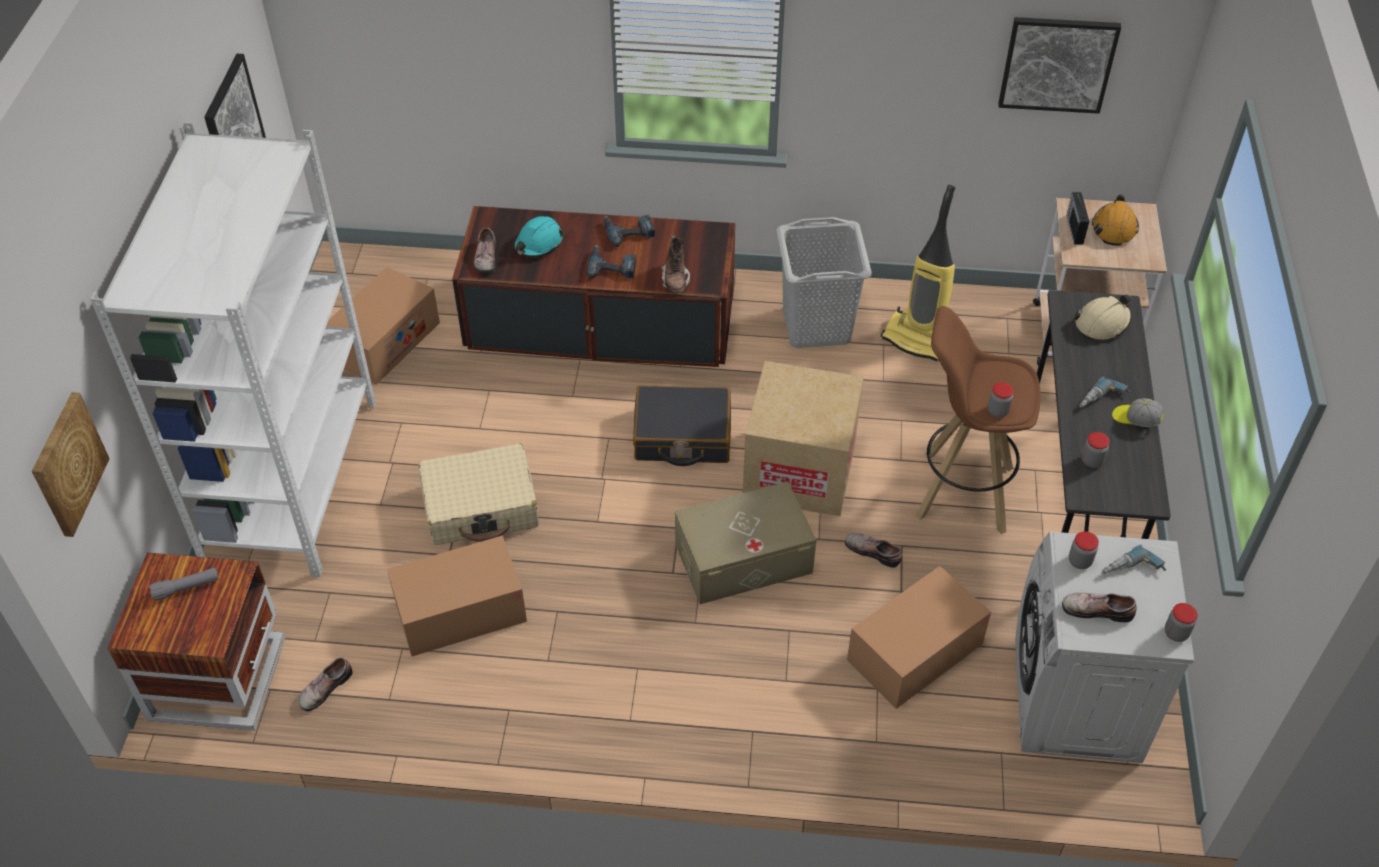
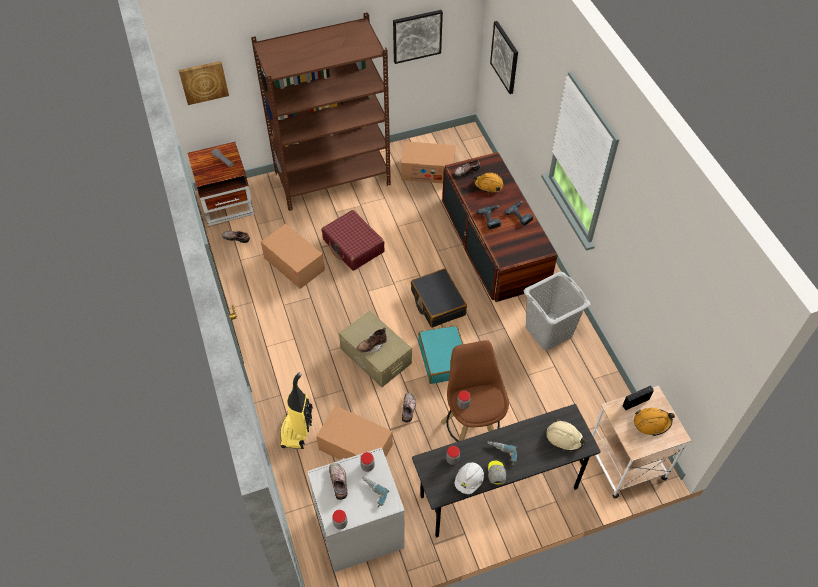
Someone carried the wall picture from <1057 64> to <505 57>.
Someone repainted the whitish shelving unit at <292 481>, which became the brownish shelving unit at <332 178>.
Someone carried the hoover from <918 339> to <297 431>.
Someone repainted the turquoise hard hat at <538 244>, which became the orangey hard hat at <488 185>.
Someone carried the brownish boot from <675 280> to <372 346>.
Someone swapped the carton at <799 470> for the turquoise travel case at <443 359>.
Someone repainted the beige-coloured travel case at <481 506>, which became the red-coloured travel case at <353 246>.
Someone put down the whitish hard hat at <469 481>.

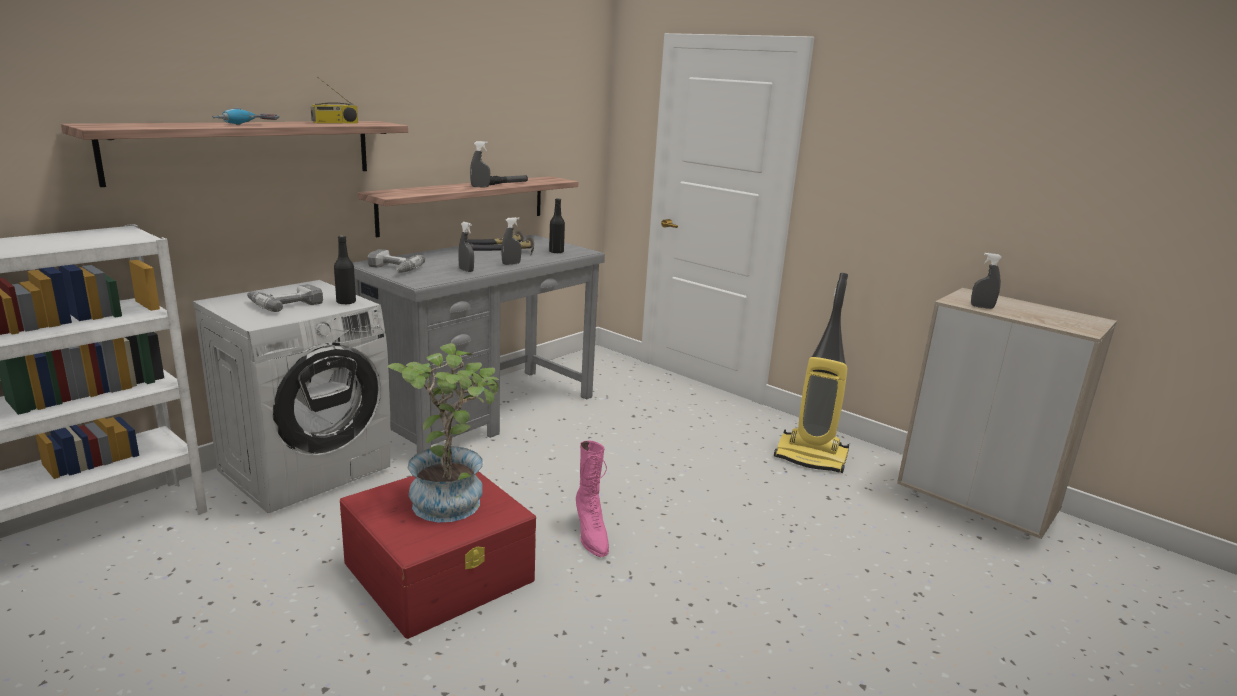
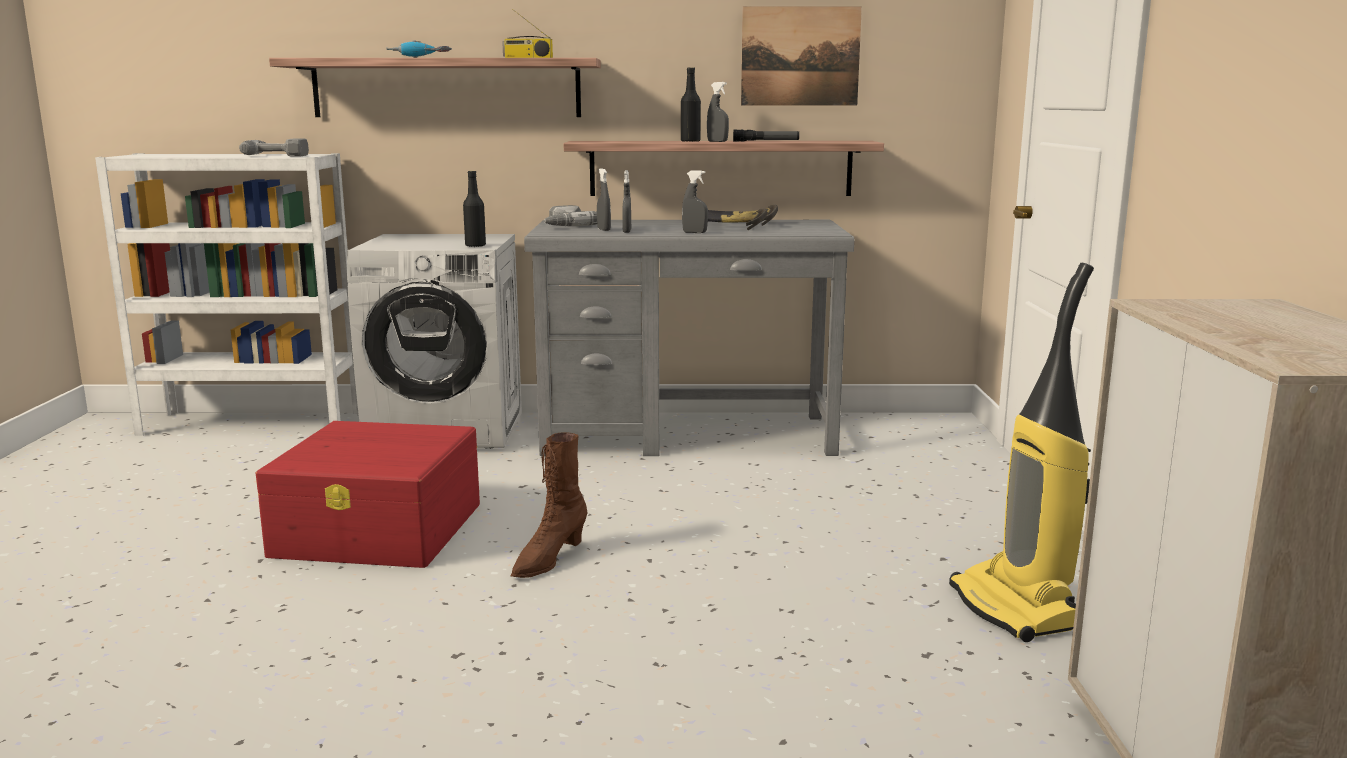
Someone carried the black beverage bottle from <556 252> to <690 141>.
Someone carried the greyish hand sprayer from <982 307> to <603 229>.
Someone carried the power drill from <284 303> to <278 155>.
Someone took away the plant in a pot at <451 498>.
Someone repainted the pink boot at <591 535>, which became the brownish boot at <549 560>.
Someone put up the wall picture at <800 56>.

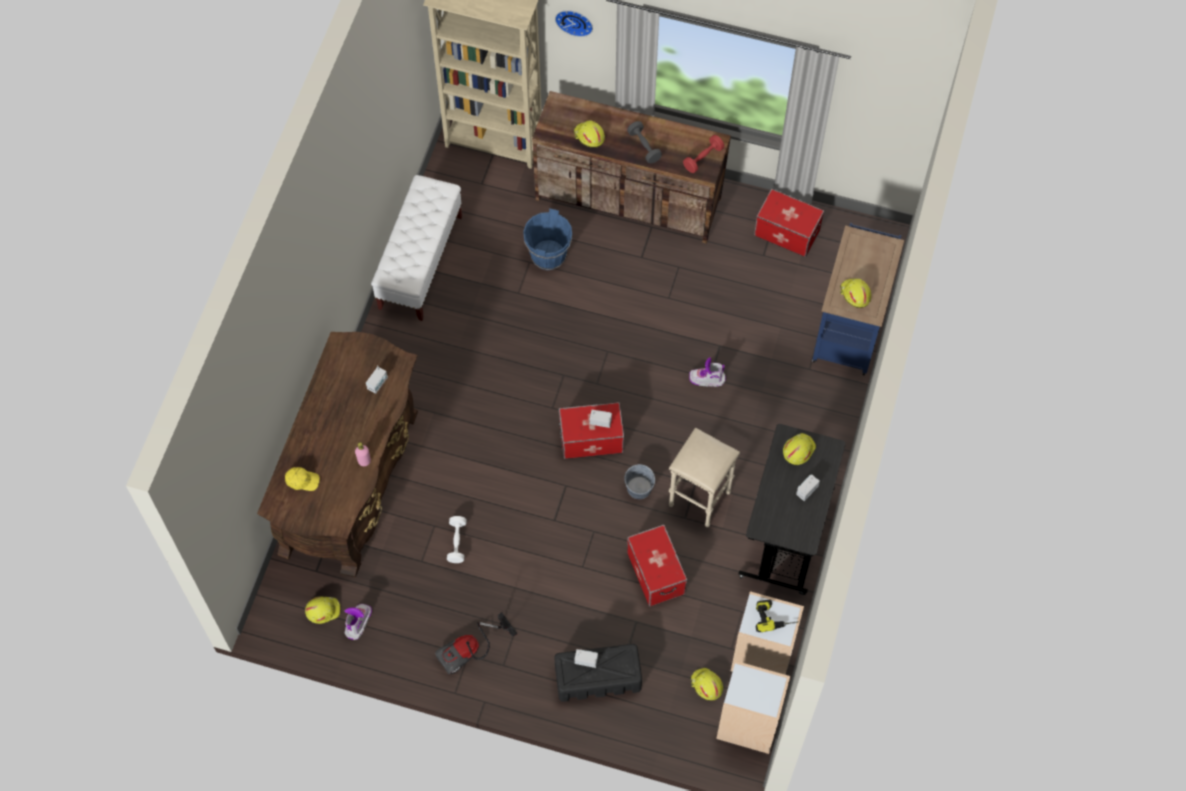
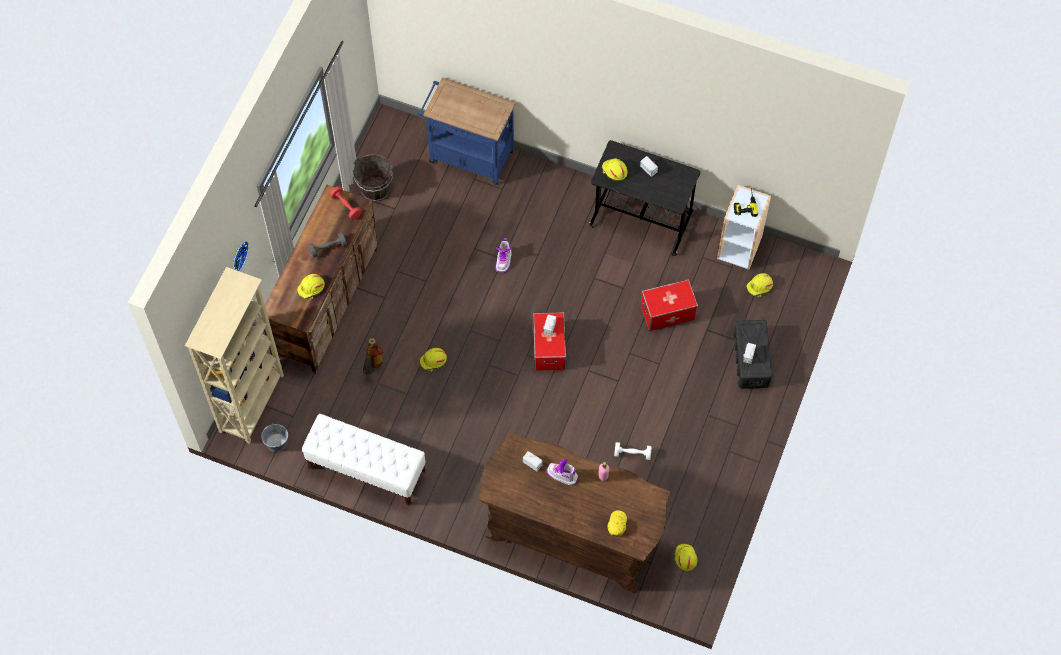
Someone swapped the storage bin at <787 232> for the brownish bucket at <375 189>.
Someone swapped the bluish bucket at <548 256> for the extinguisher at <373 367>.
Someone carried the yellowish hard hat from <855 294> to <433 361>.
Someone took away the beige-coloured stool at <699 497>.
Someone carried the greyish bucket from <639 488> to <276 443>.
Someone carried the boot from <358 623> to <562 475>.
Someone took away the hoover at <471 652>.
Someone took away the shelving unit at <749 725>.

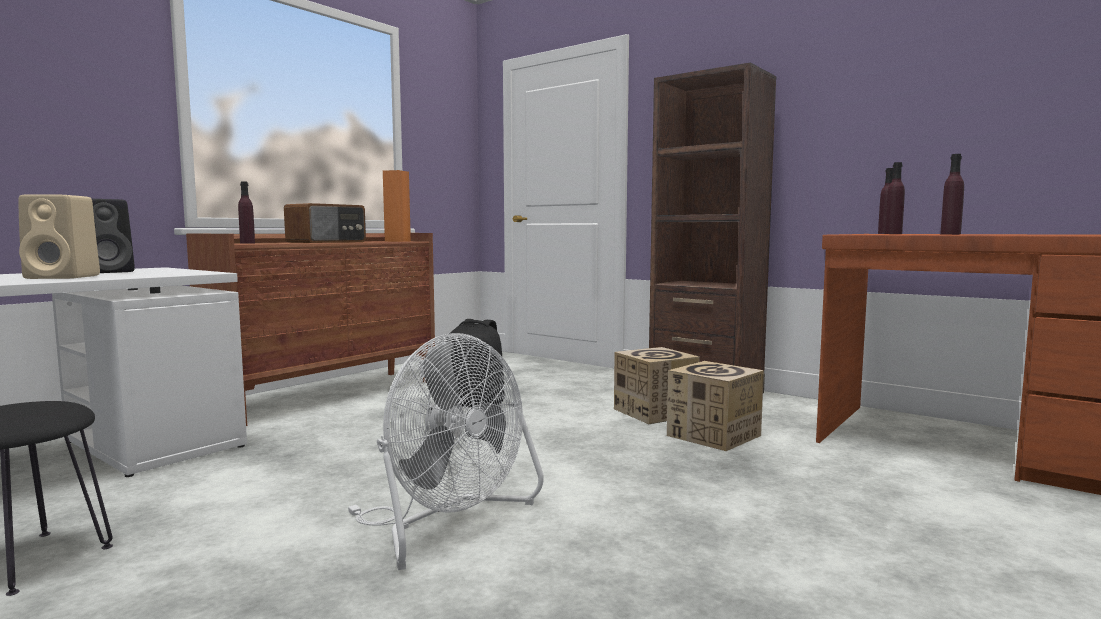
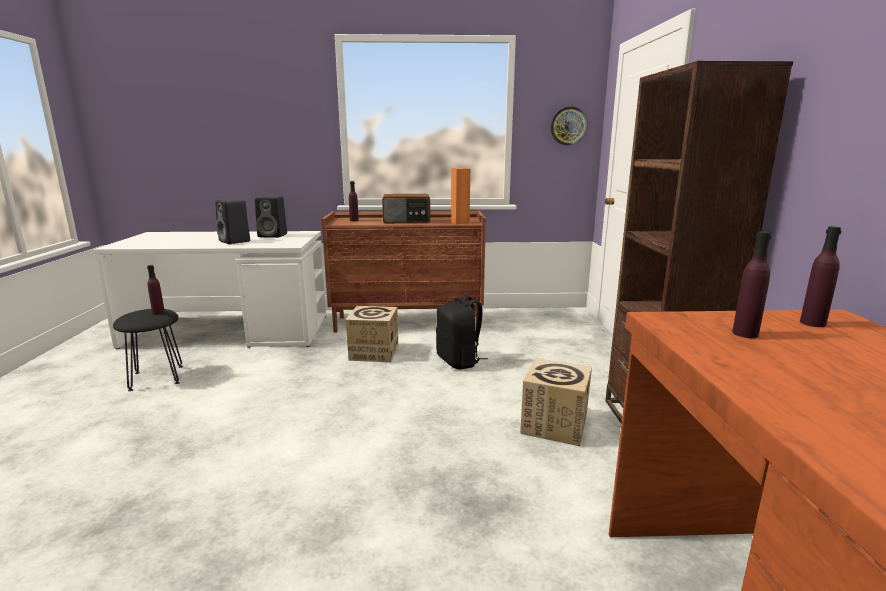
Someone carried the purple-coloured beverage bottle from <950 234> to <158 313>.
Someone repainted the beige-coloured loudspeaker at <65 277>, which became the black loudspeaker at <235 241>.
Someone took away the whitish electric fan at <442 524>.
Someone carried the carton from <713 435> to <374 352>.
Someone put up the wall clock at <568 126>.

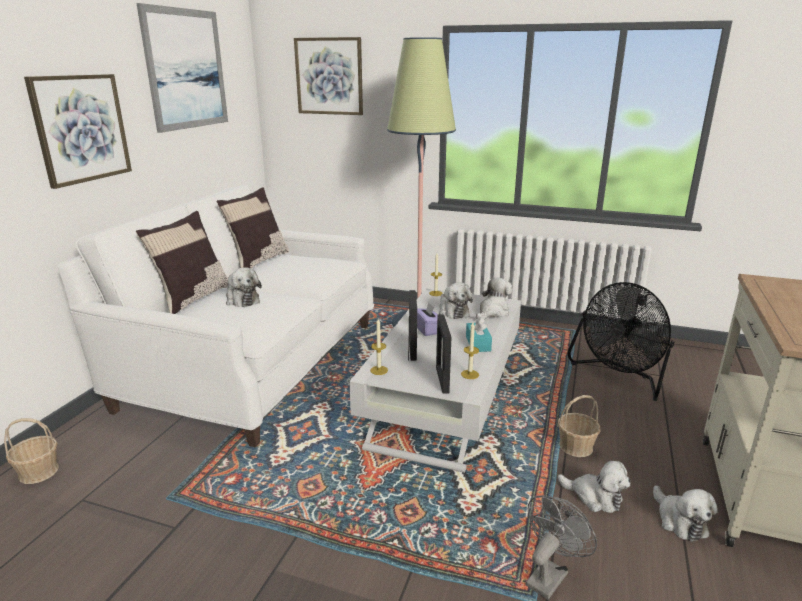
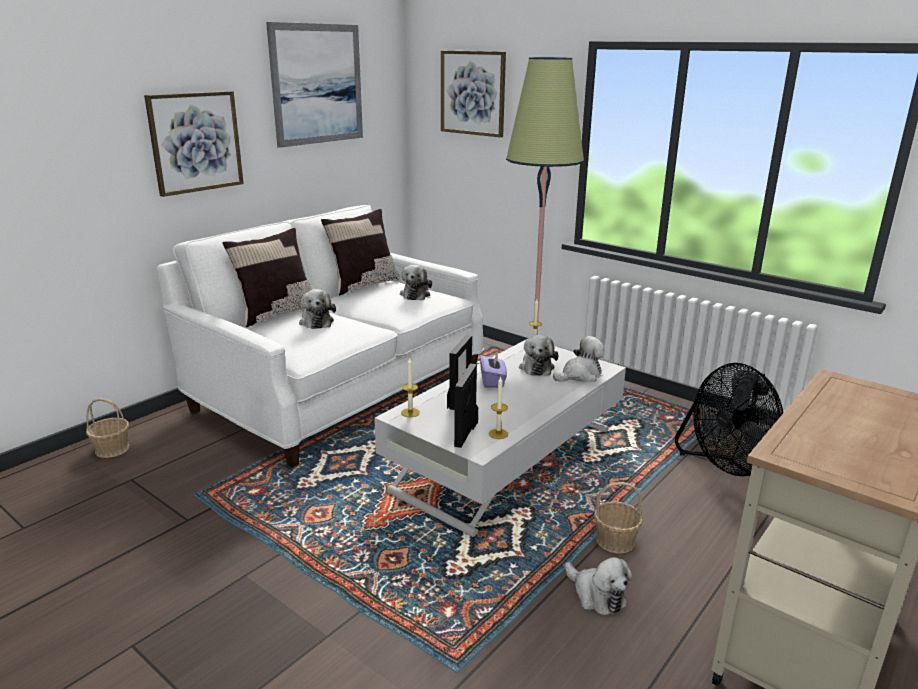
Someone took away the turquoise tissue box at <478 343>.
Someone carried the cuddly toy from <679 521> to <415 294>.
Someone took away the greyish electric fan at <549 575>.

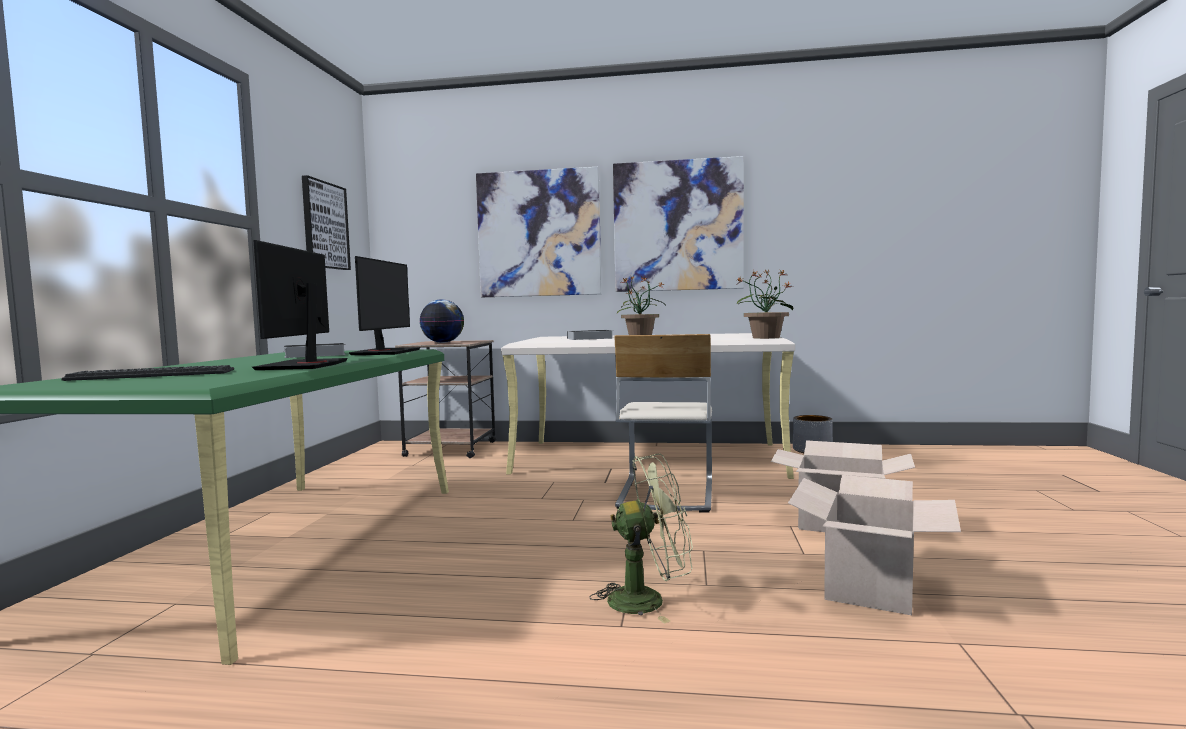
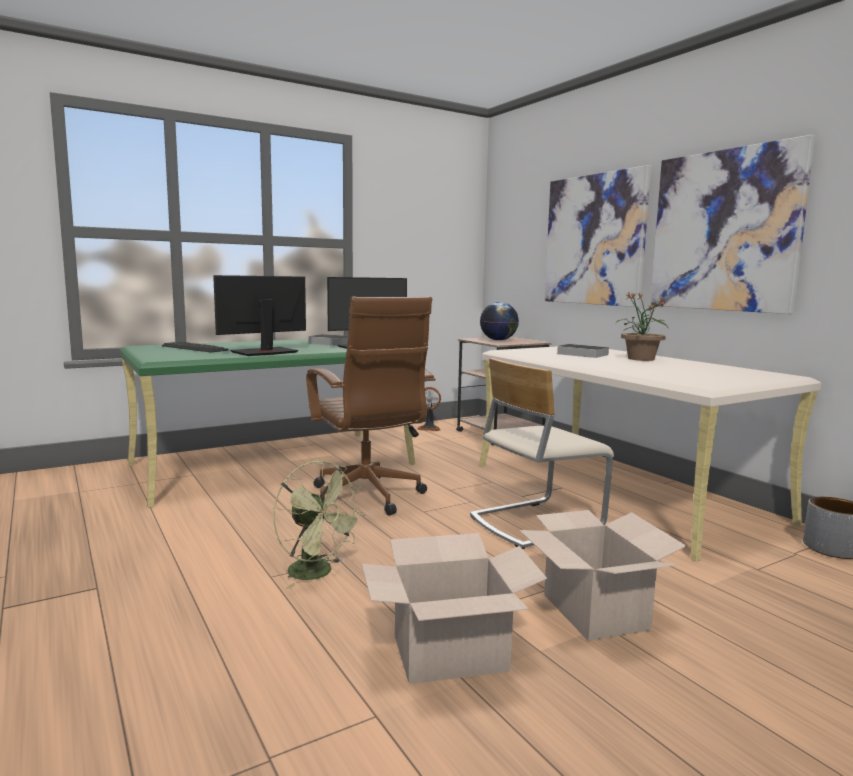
Someone took away the wall picture at <324 225>.
Someone took away the plant in a pot at <765 337>.
Someone put down the brownish computer chair at <368 498>.
Someone put down the electric fan at <429 428>.

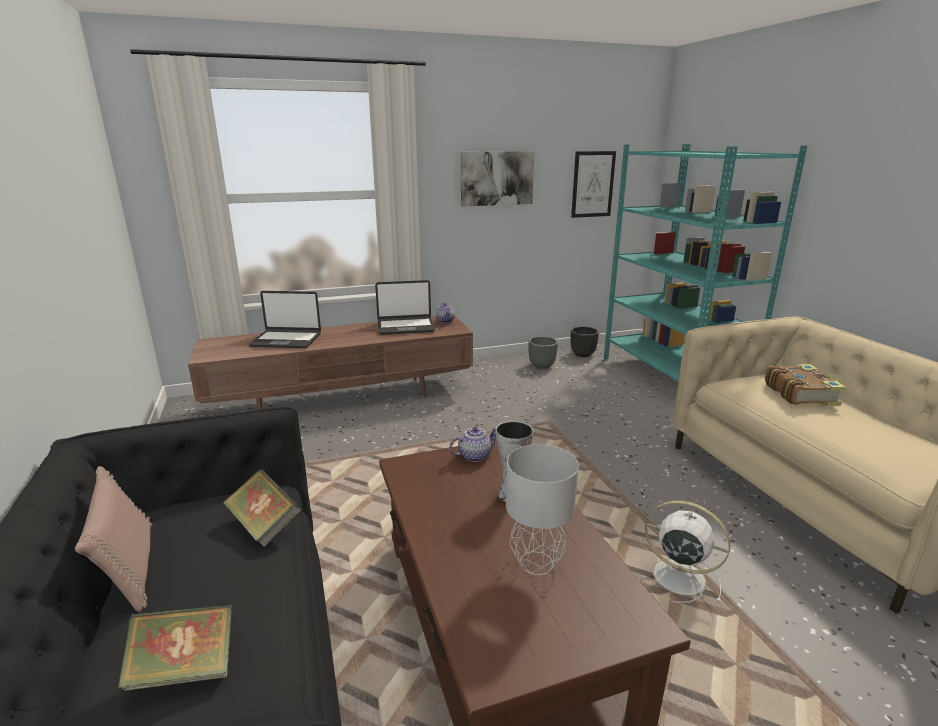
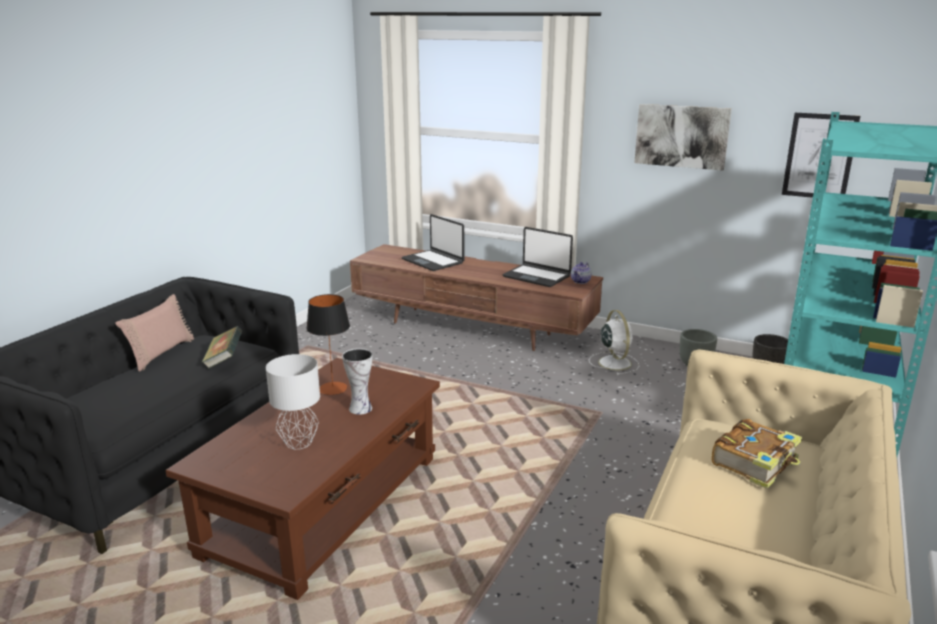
Someone took away the pot for tea at <474 455>.
Someone carried the whitish electric fan from <676 576> to <614 362>.
Someone took away the bound book at <185 669>.
Someone put down the table lamp at <333 388>.

